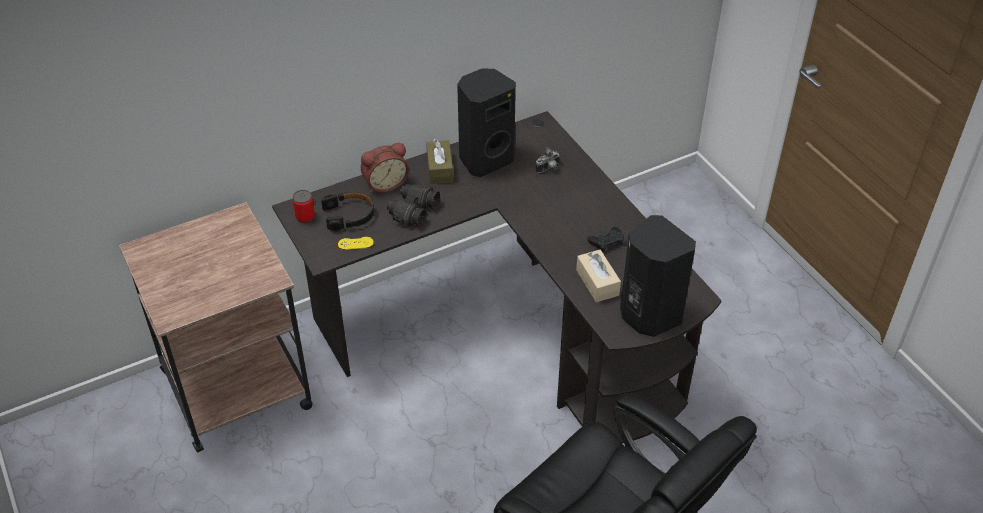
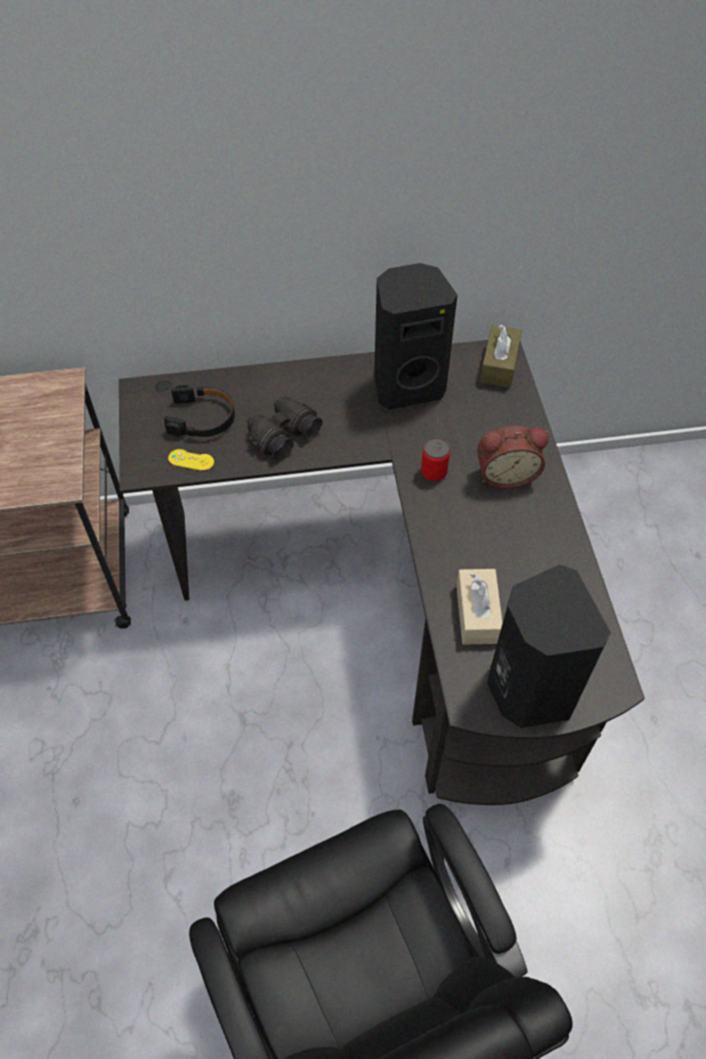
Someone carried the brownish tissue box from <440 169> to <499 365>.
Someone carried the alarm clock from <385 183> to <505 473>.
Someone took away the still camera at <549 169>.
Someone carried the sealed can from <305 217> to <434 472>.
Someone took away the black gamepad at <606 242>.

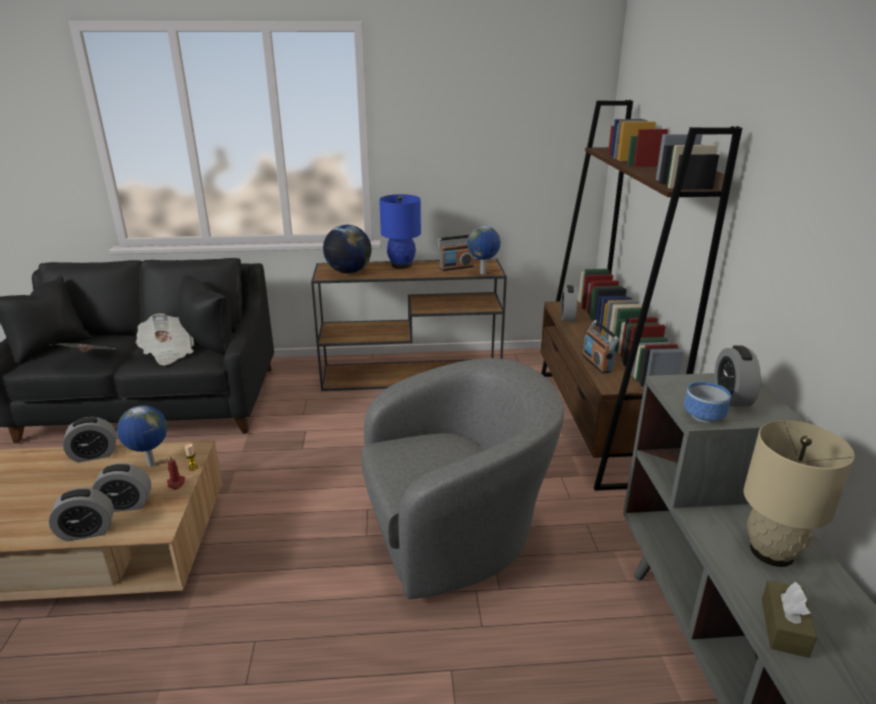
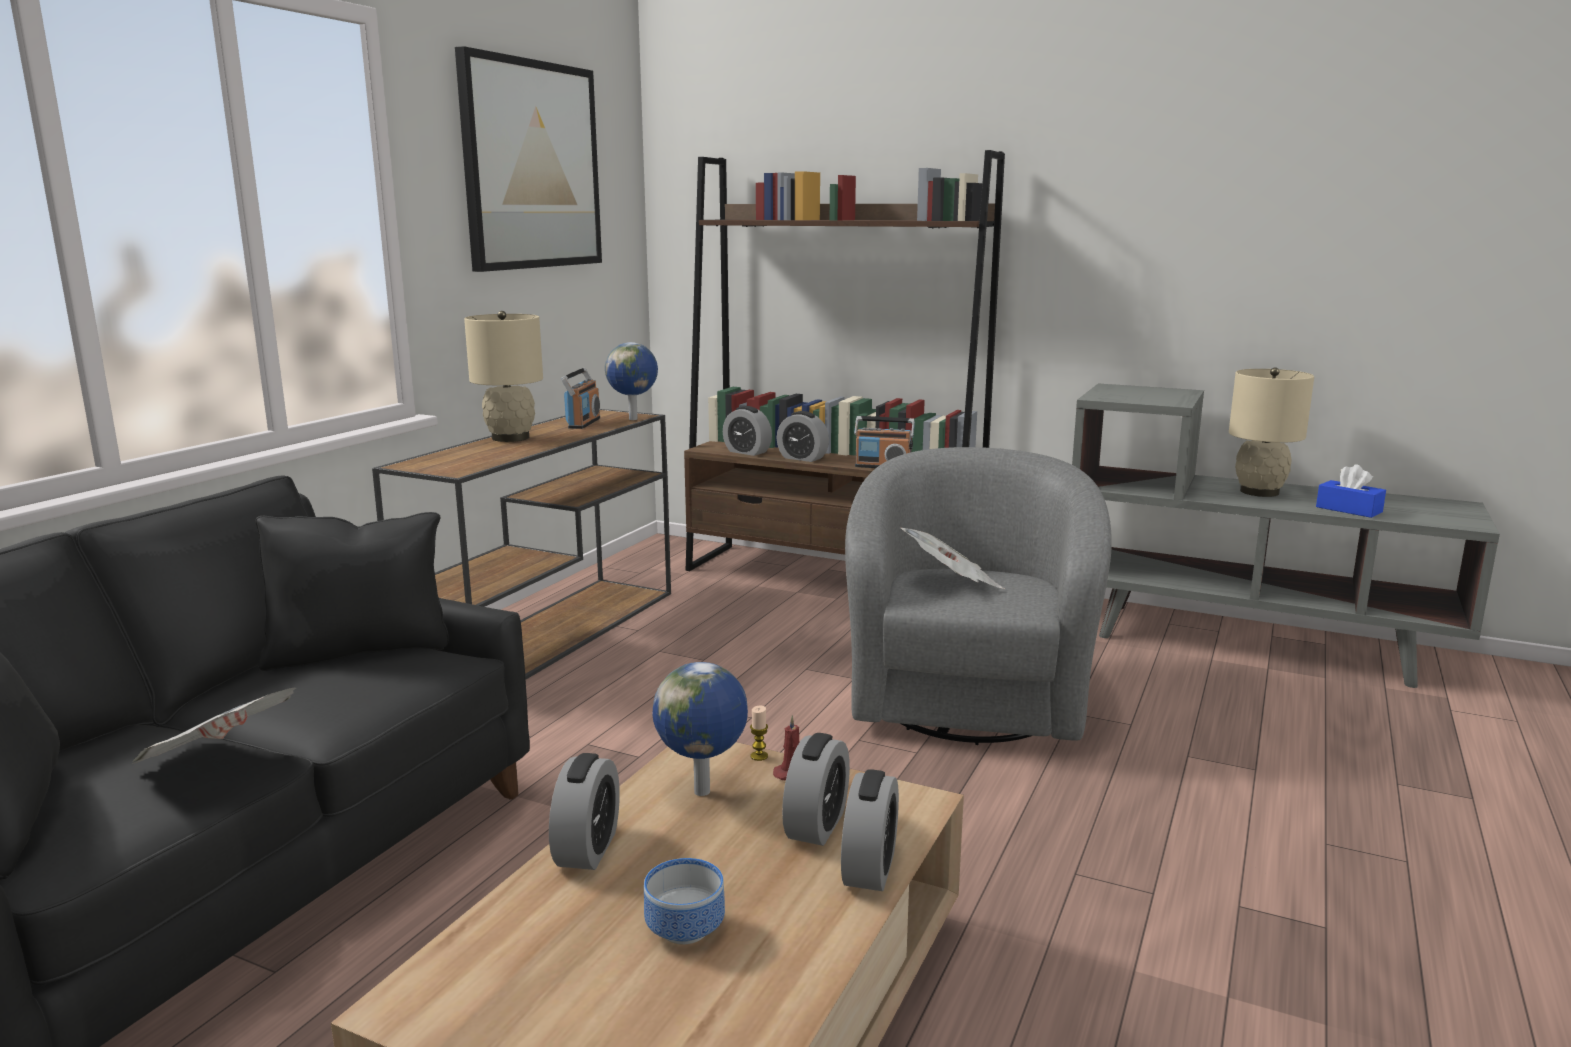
Someone repainted the bluish table lamp at <401 265>, which became the beige-coloured table lamp at <510 438>.
Someone took away the globe at <348 272>.
Someone carried the newspaper from <168 352> to <951 584>.
Someone carried the alarm clock from <731 397> to <802 458>.
Someone carried the bowl from <701 416> to <682 930>.
Someone repainted the brownish tissue box at <784 627>, which became the bluish tissue box at <1348 509>.
Someone put up the wall picture at <531 166>.

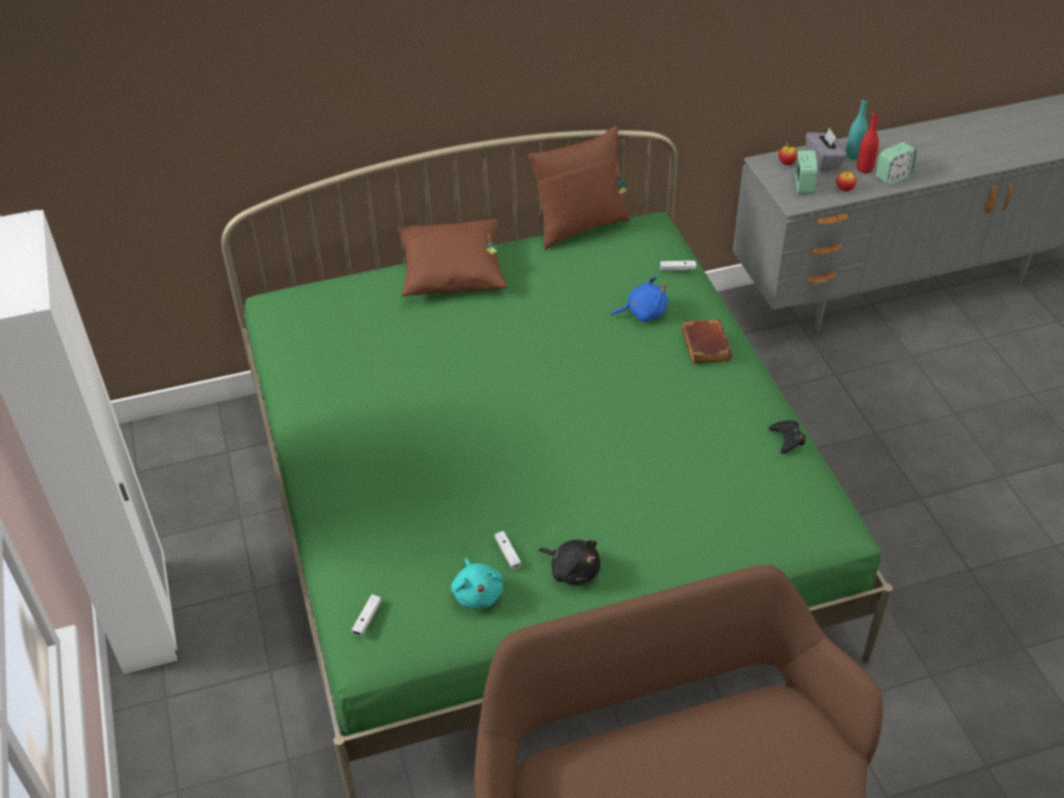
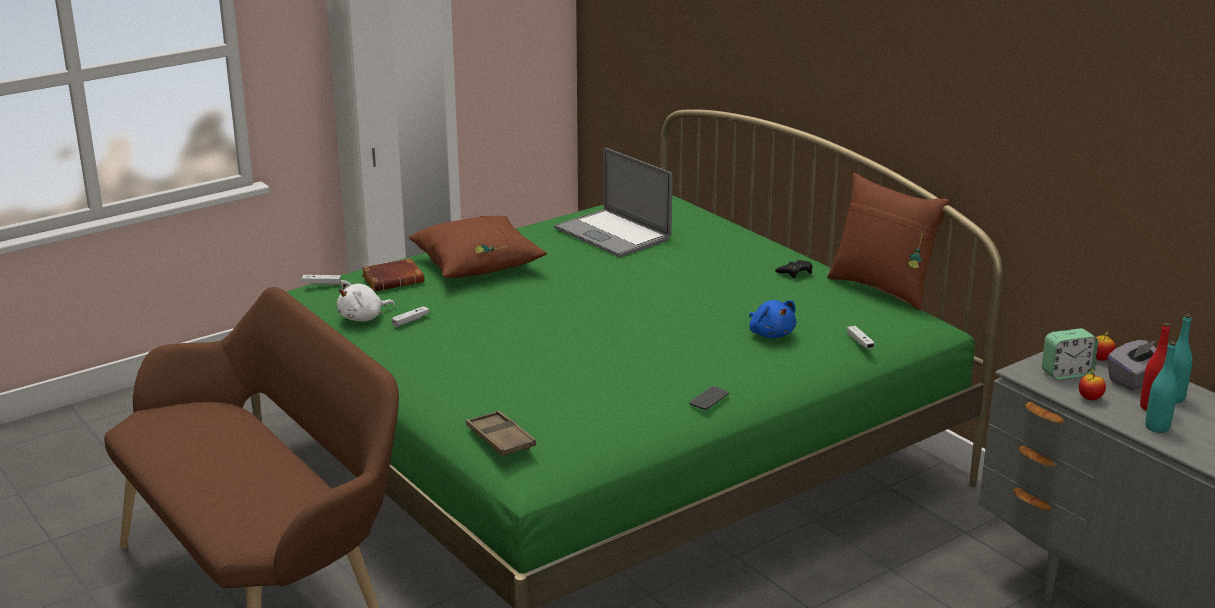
Someone swapped the alarm clock at <893 177> for the turquoise beverage bottle at <1157 427>.
Someone carried the brownish throw pillow from <452 272> to <477 265>.
Someone carried the brownish bound book from <703 345> to <394 280>.
Someone carried the black gamepad from <787 439> to <795 272>.
Someone took away the black cuddly toy at <573 570>.
Someone repainted the turquoise cuddly toy at <477 593>, which became the whitish cuddly toy at <363 318>.
Someone put down the laptop at <612 234>.
Someone put down the phone at <709 399>.
Someone put down the brownish carrying tray at <500 439>.

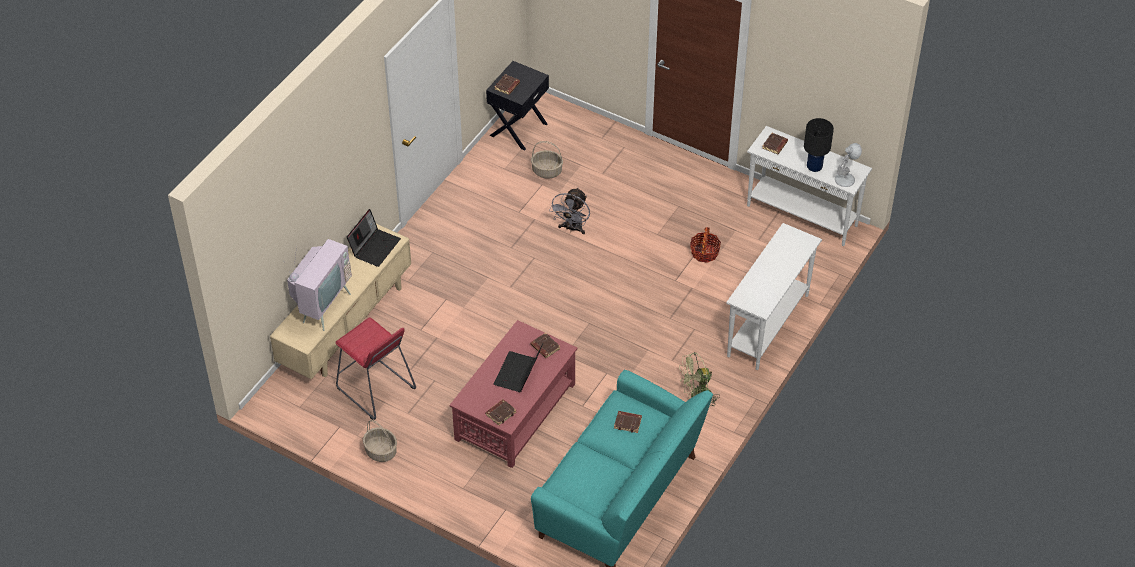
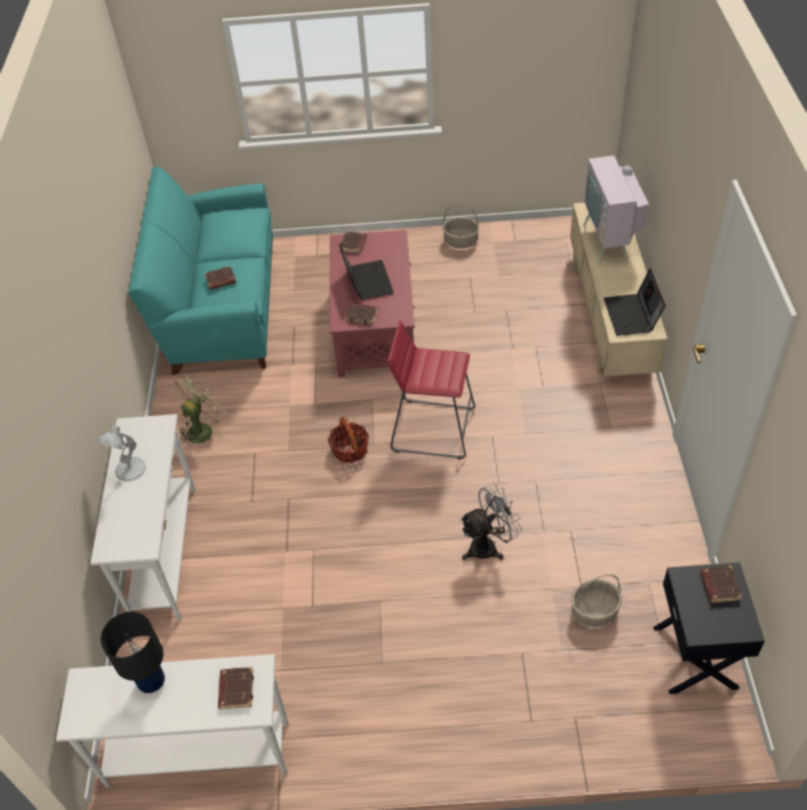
Someone carried the whitish table lamp from <845 179> to <129 470>.
Someone rotated the greyish electric fan at <572 228> by 75 degrees clockwise.
Someone carried the basket from <704 253> to <350 449>.
Someone carried the red-coloured stool from <376 389> to <433 429>.

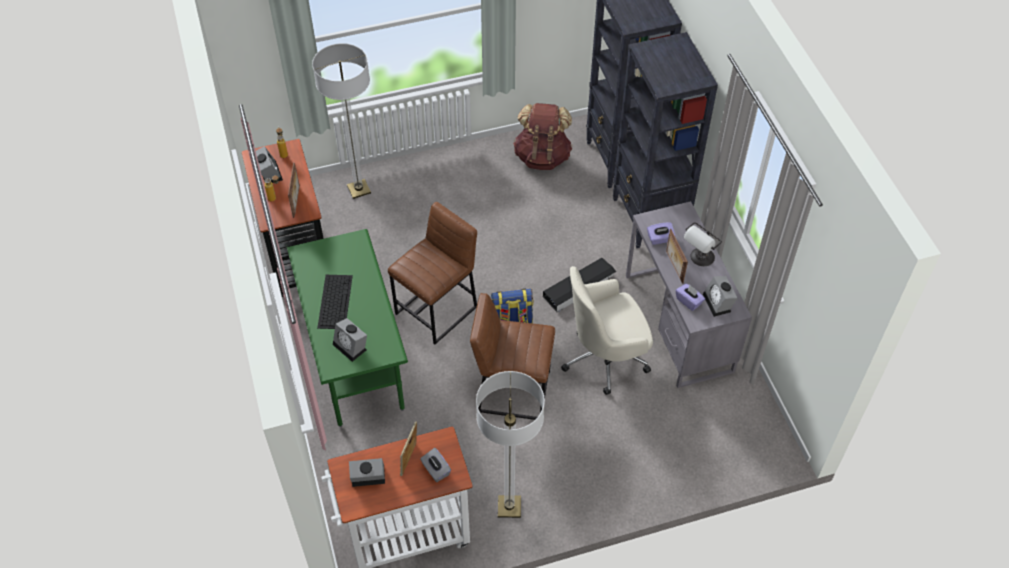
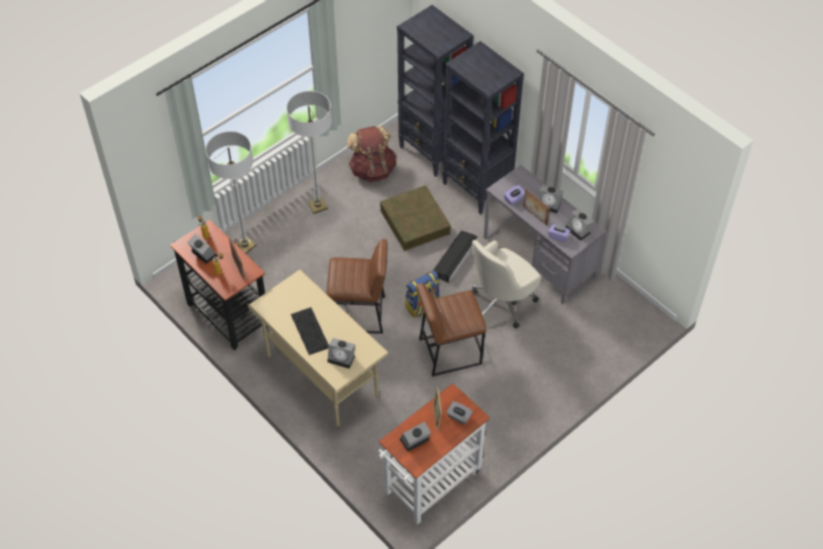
Someone rotated the brownish plain chair at <437 309> by 75 degrees clockwise.
Someone swapped the table lamp at <699 260> for the alarm clock at <549 204>.
Someone repainted the green-coloured desk unit at <355 363>, which became the beige-coloured desk unit at <321 377>.
Someone carried the standard lamp from <509 507> to <317 206>.
Someone put down the brownish storage bin at <415 222>.

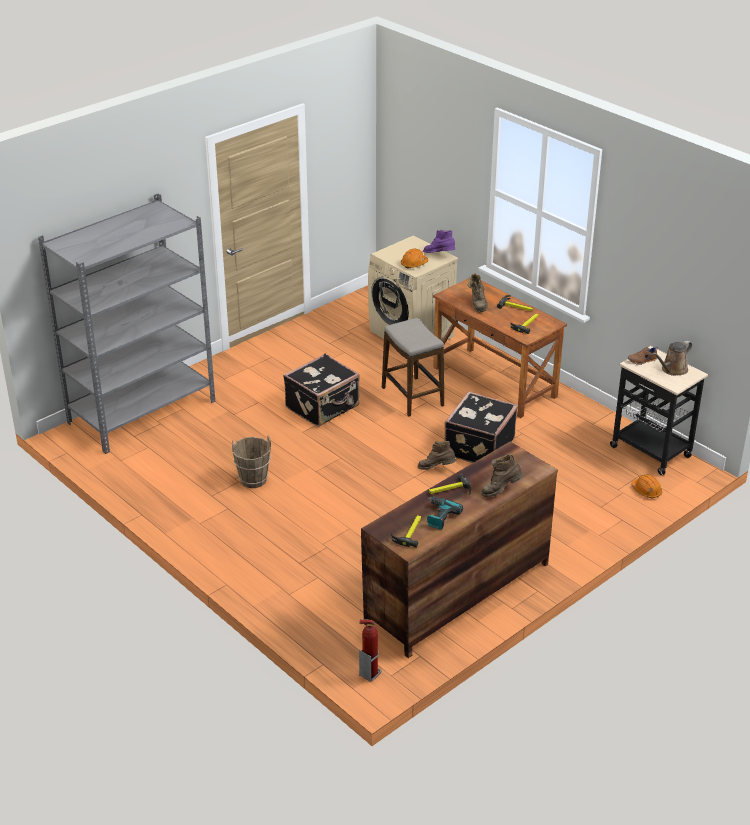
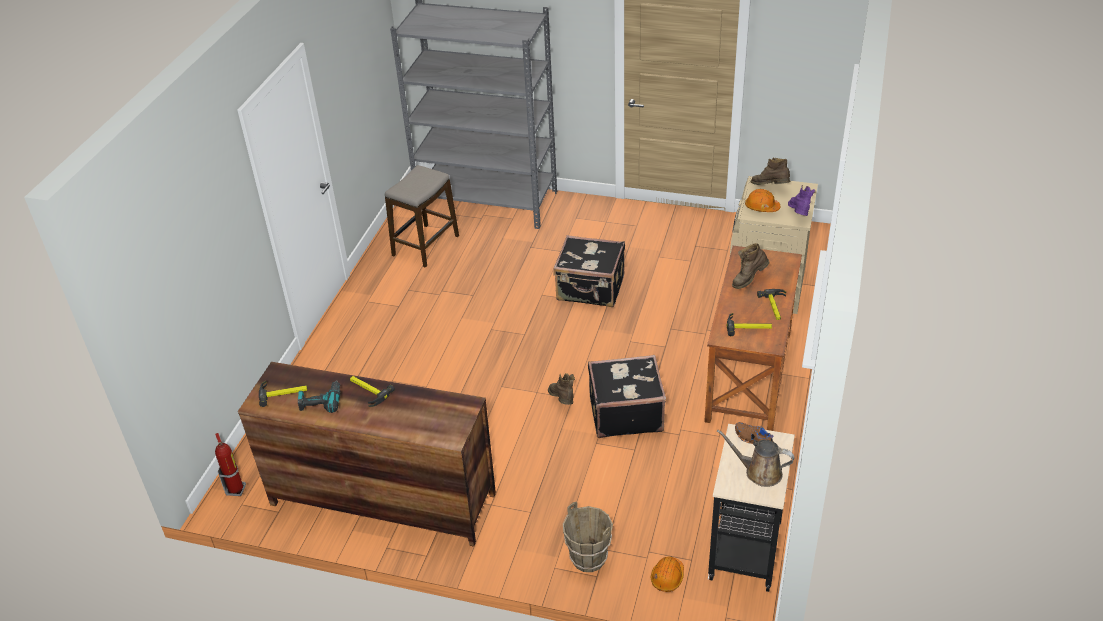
Someone carried the stool from <412 397> to <425 246>.
Someone carried the brownish bucket from <253 480> to <588 559>.
Someone carried the brownish boot from <500 490> to <770 187>.

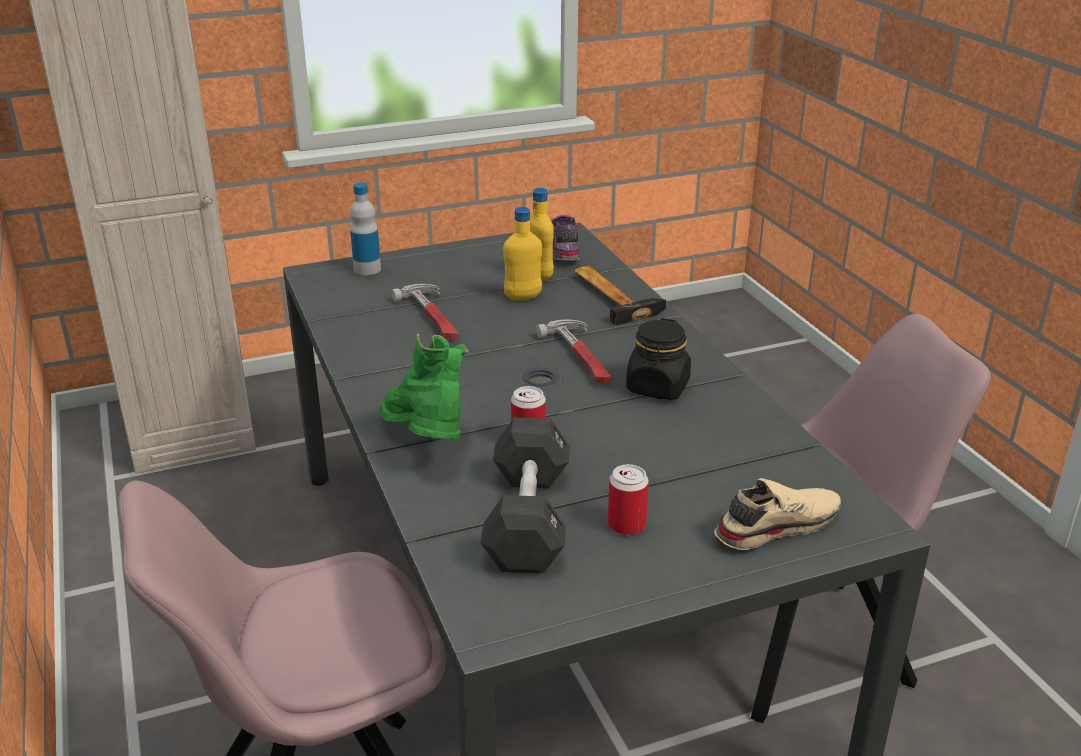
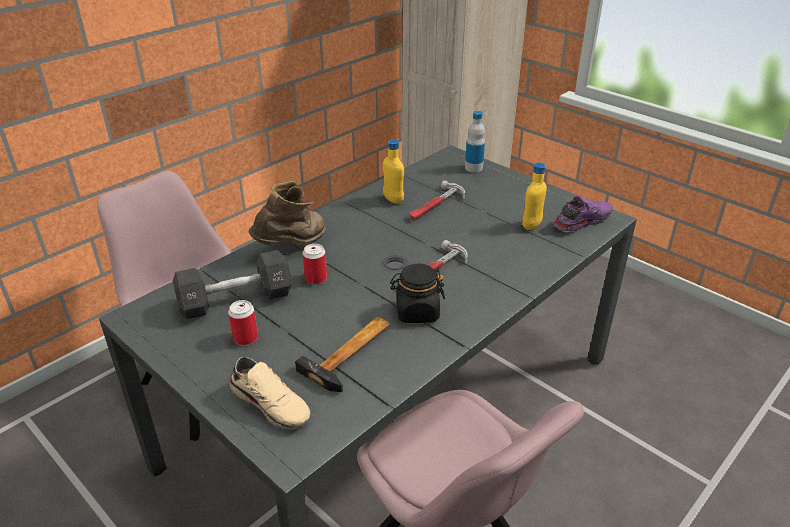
Someone carried the yellowish beverage bottle from <523 297> to <393 200>.
Someone carried the hand hammer from <612 296> to <352 354>.
Someone repainted the green-coloured boot at <427 444>, which became the brownish boot at <292 246>.

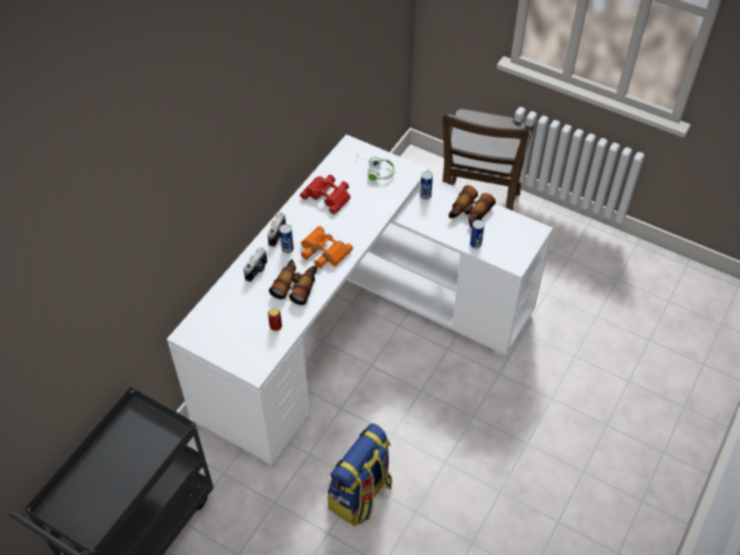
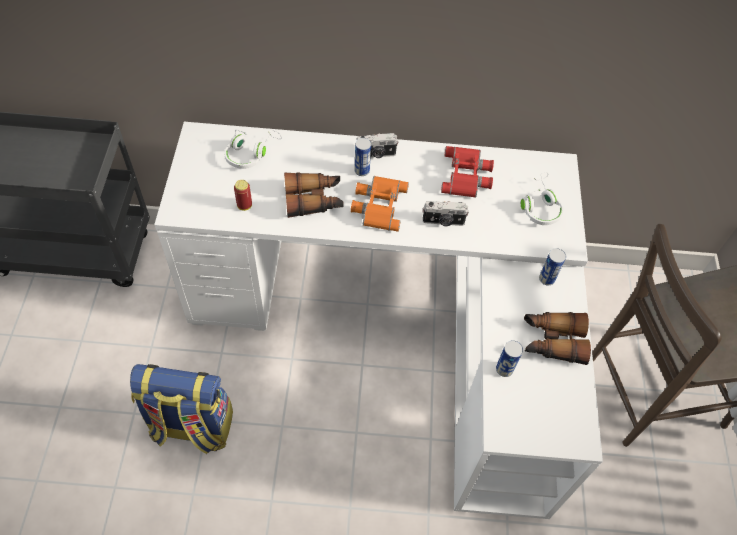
Someone carried the still camera from <257 270> to <443 222>.
Someone put down the whitish headphones at <250 153>.

